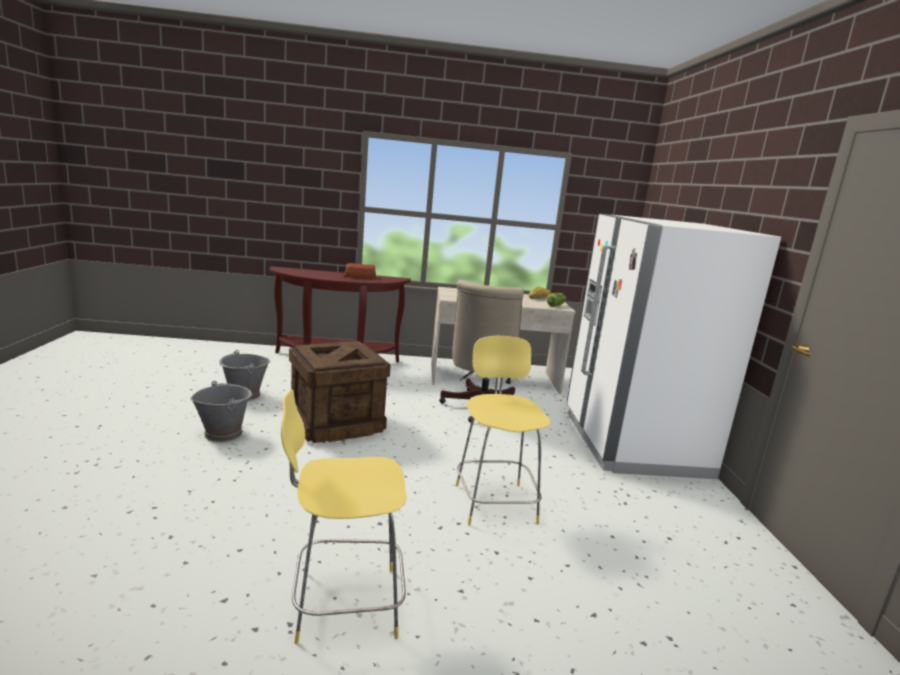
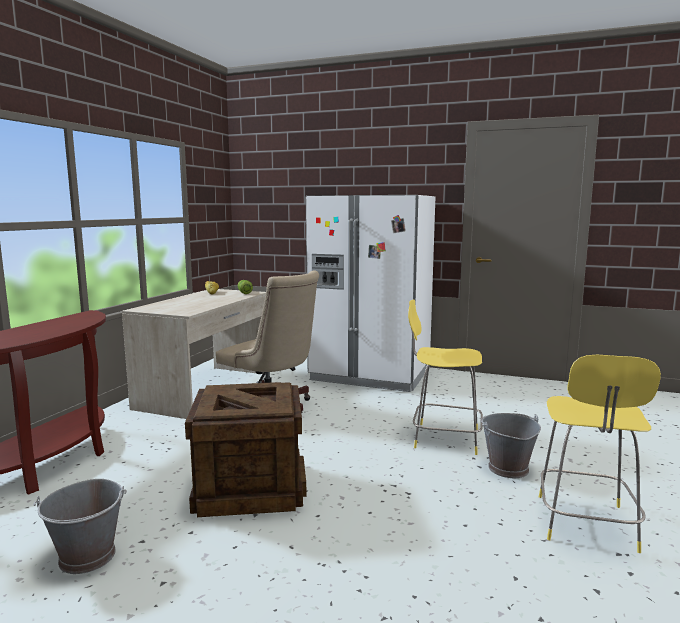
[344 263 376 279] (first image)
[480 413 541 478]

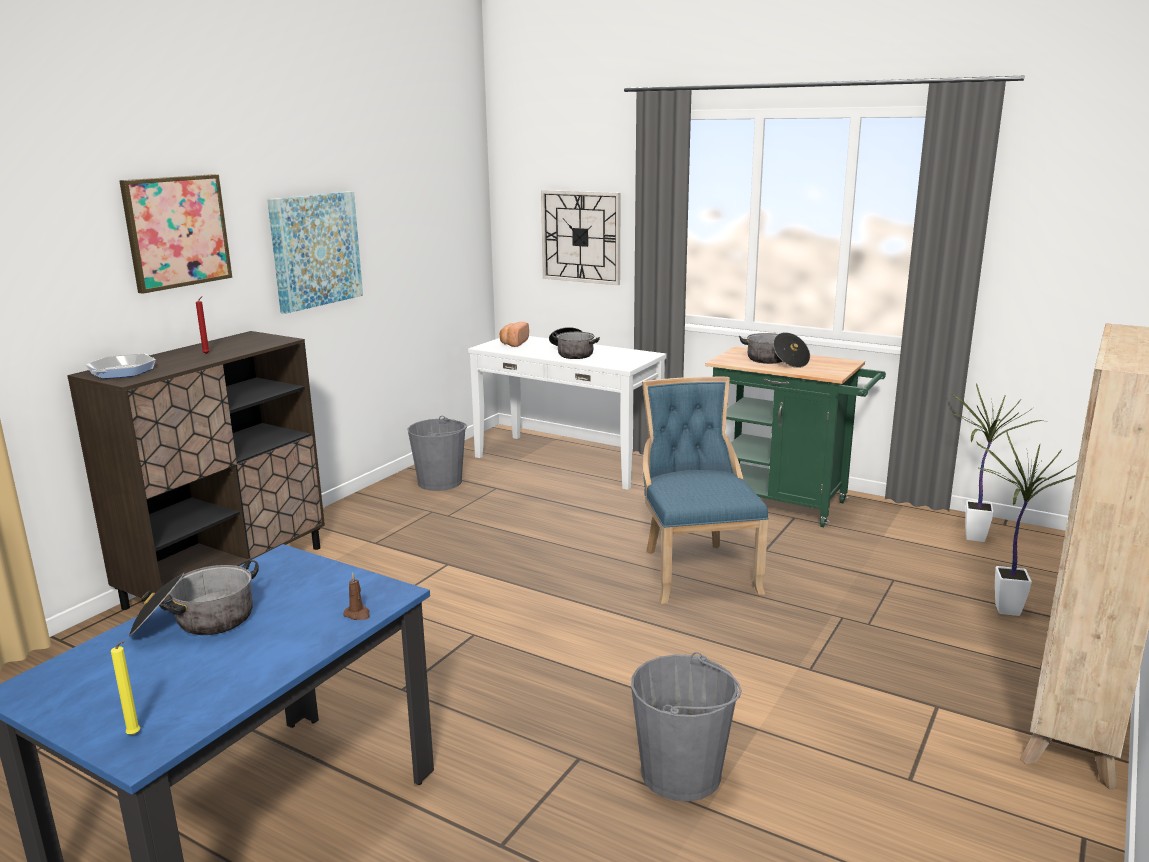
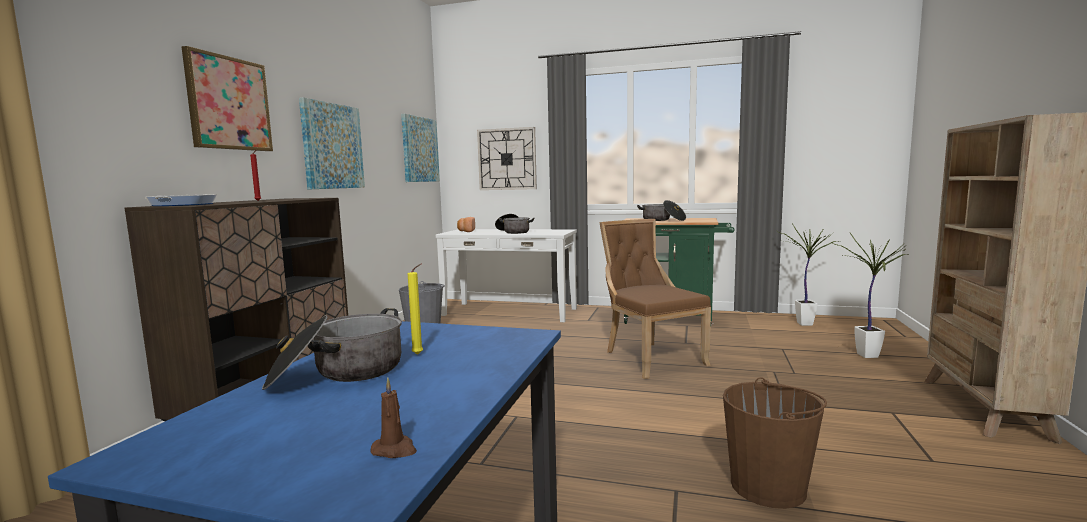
[401 114 440 182]
[408 263 423 355]
[370 378 417 458]
[723 377 827 509]
[600 219 711 379]

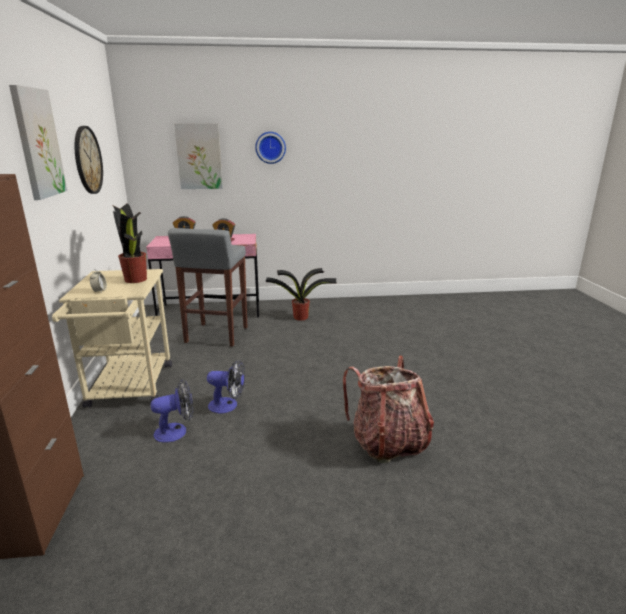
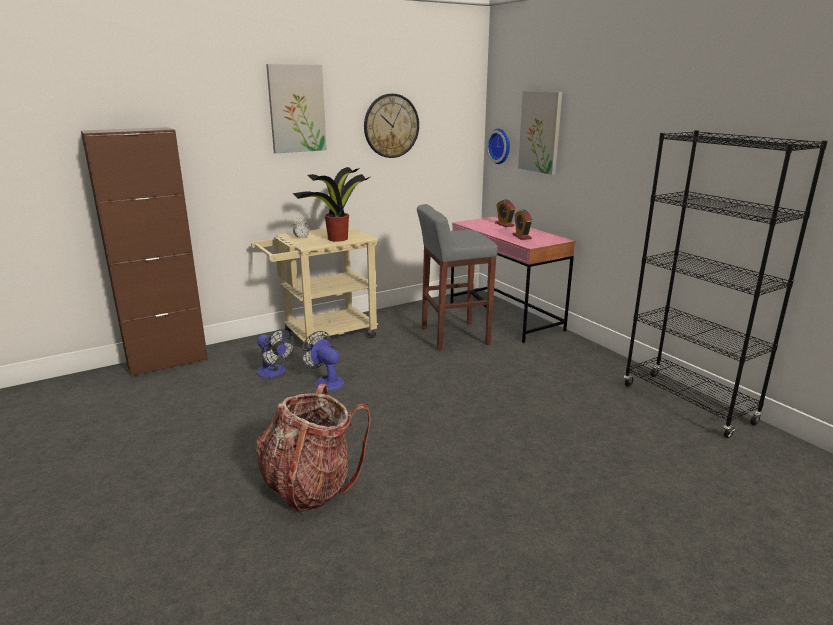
[266 268 337 321] (first image)
[624 130 828 438]
[486 128 510 164]
[301 331 344 391]

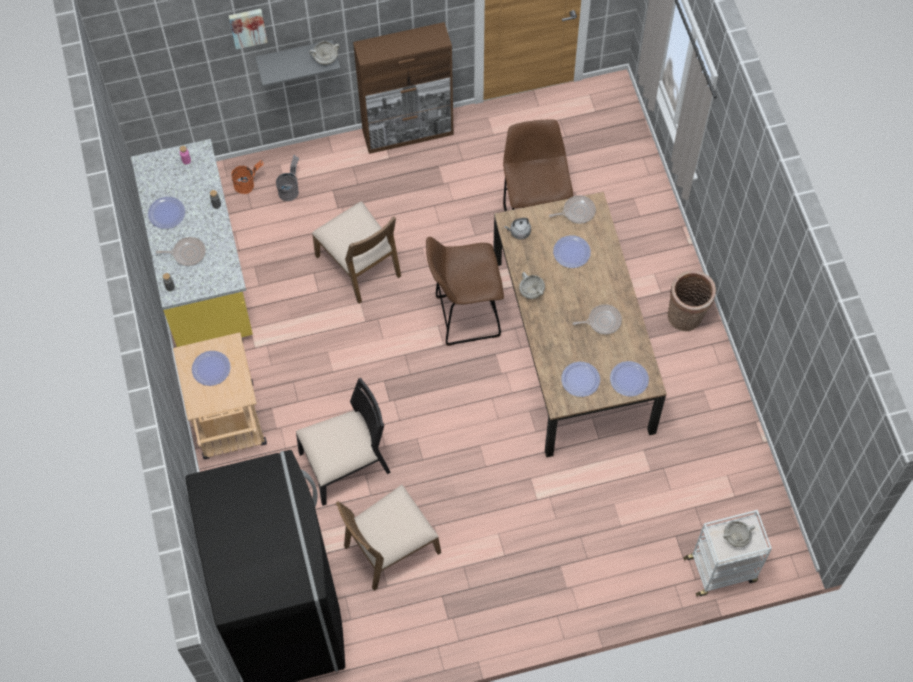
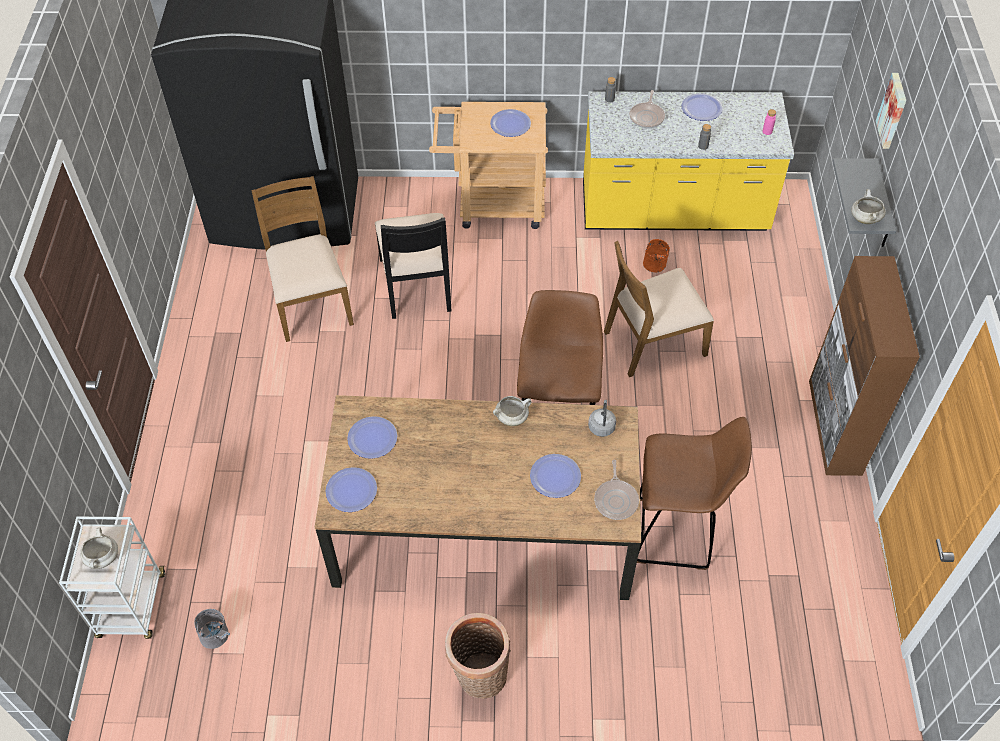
[573 304 622 334] (first image)
[643 239 670 272]
[194 609 230 649]

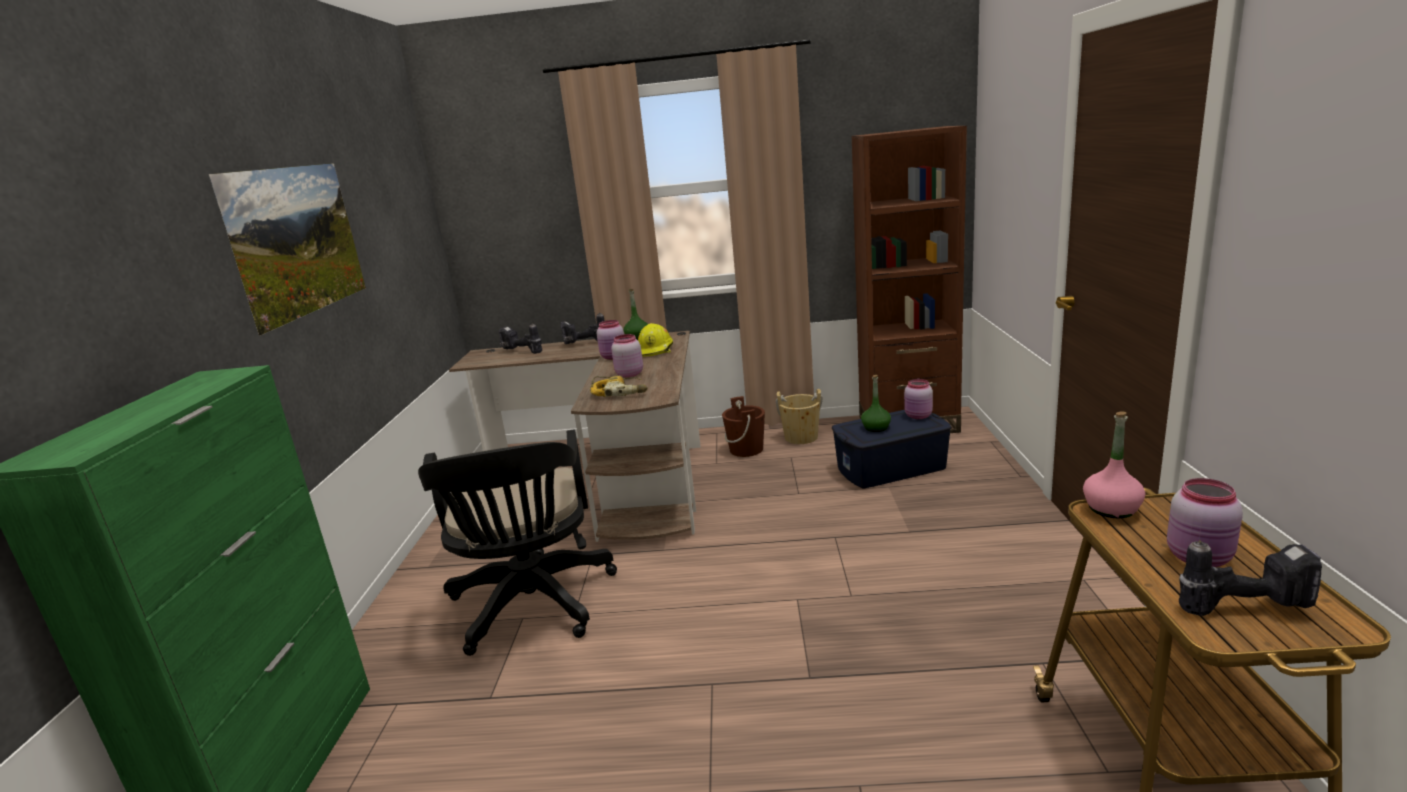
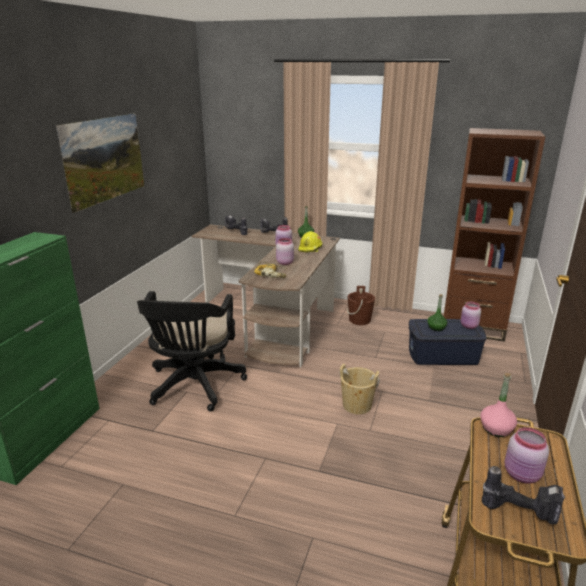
[339 364 380 414]

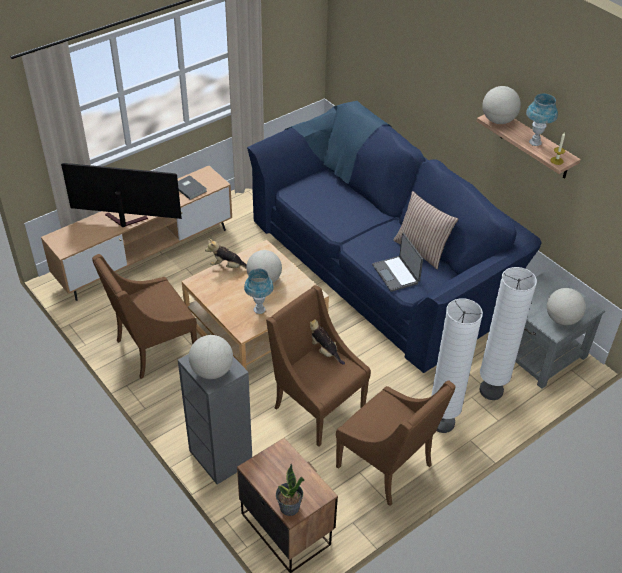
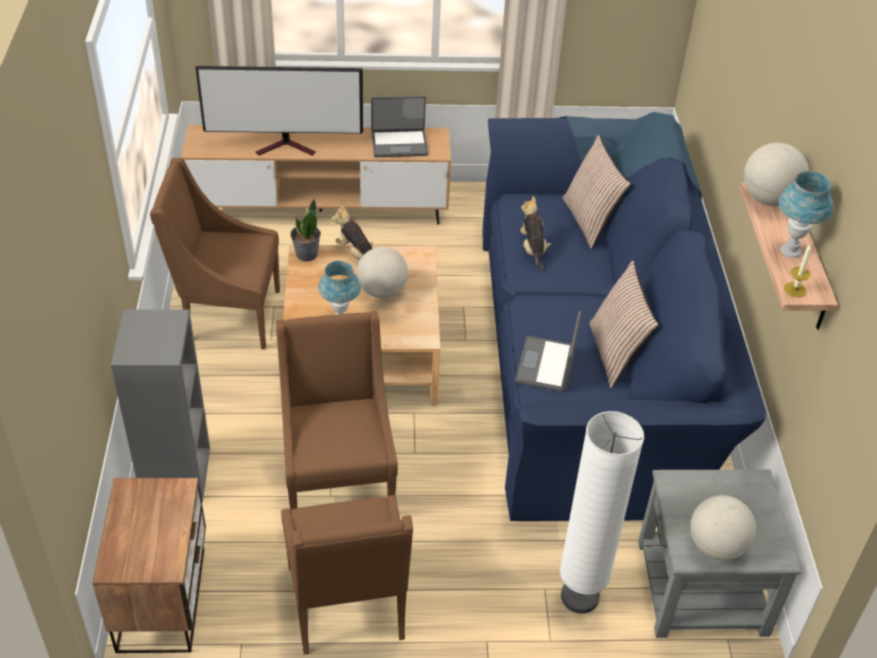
[189 335 233 379] (first image)
[431 298 483 433] (first image)
[562 135 631 249]
[290 198 321 262]
[520 196 551 272]
[371 96 428 157]
[195 66 363 155]

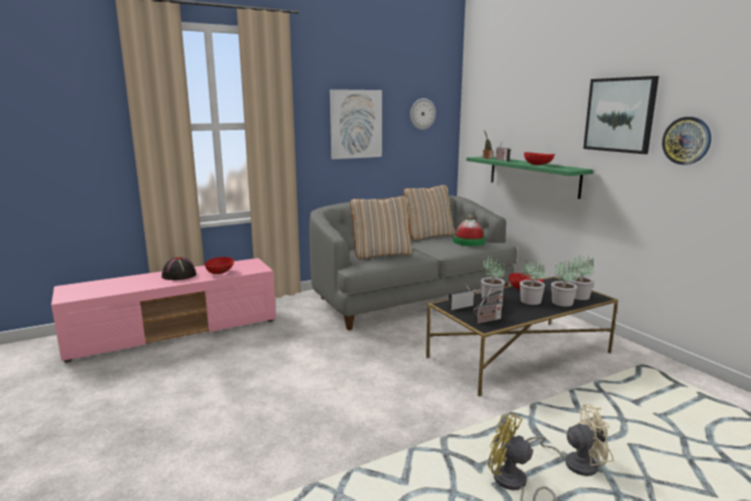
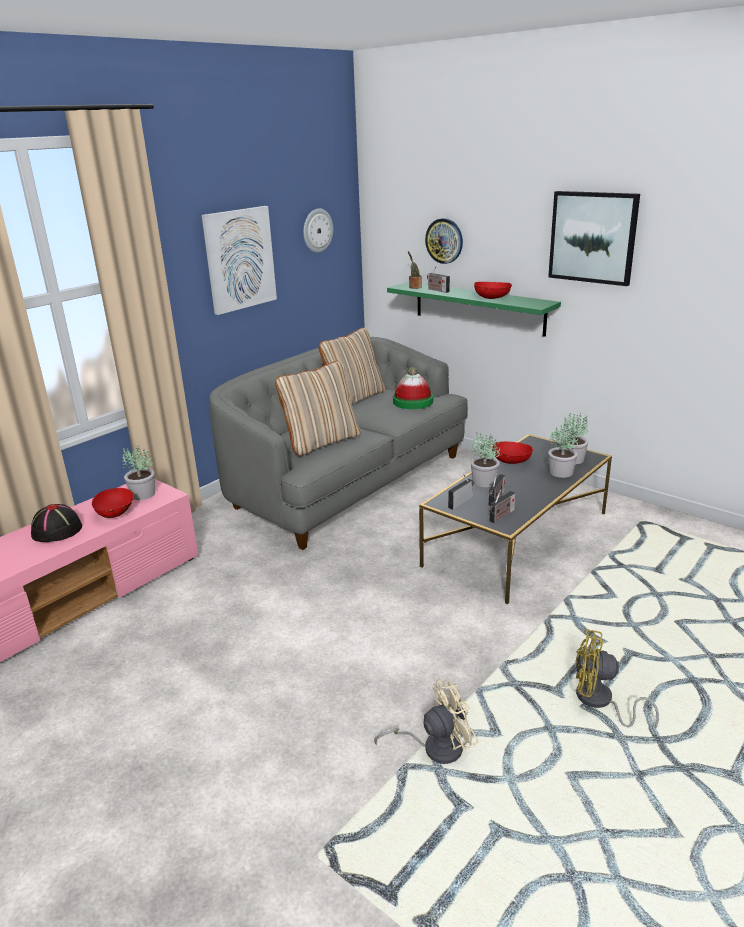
[122 446 155 500]
[374 679 479 764]
[425 218 463 264]

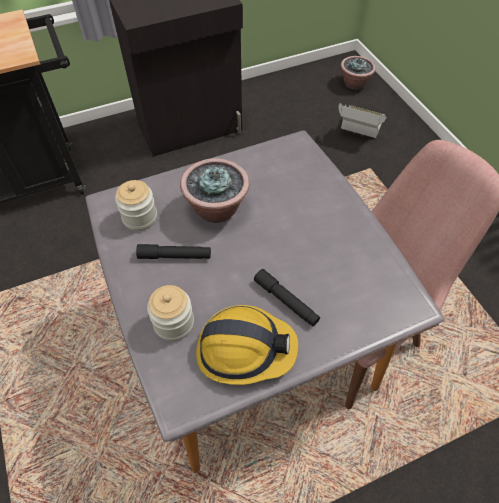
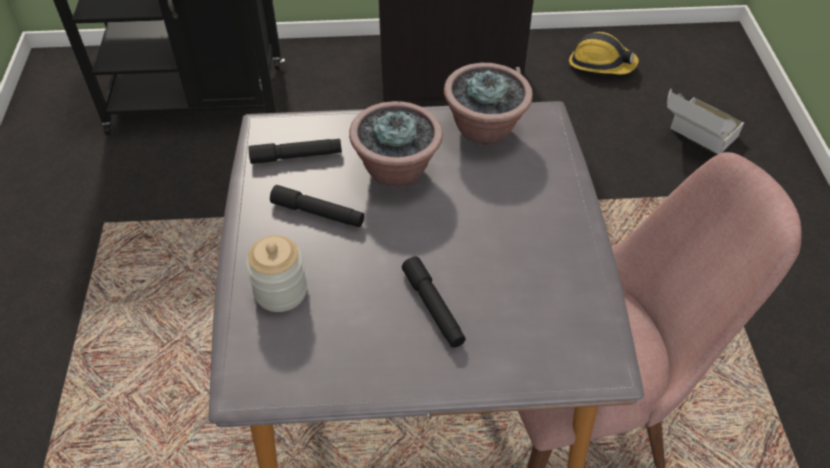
[569 32 639 74]
[444 63 533 146]
[248 139 342 164]

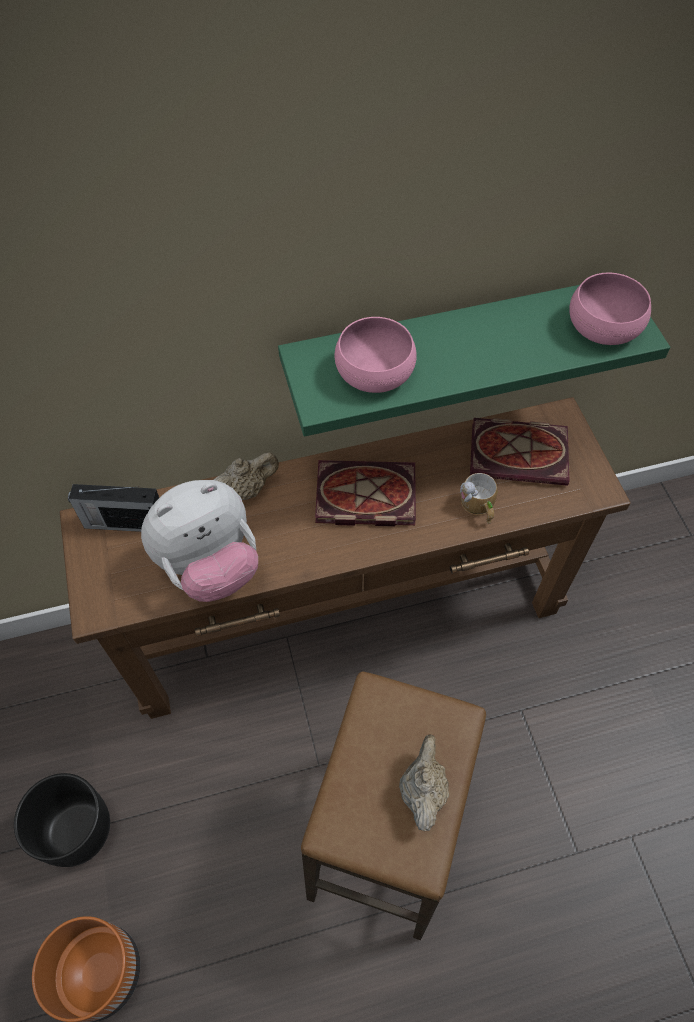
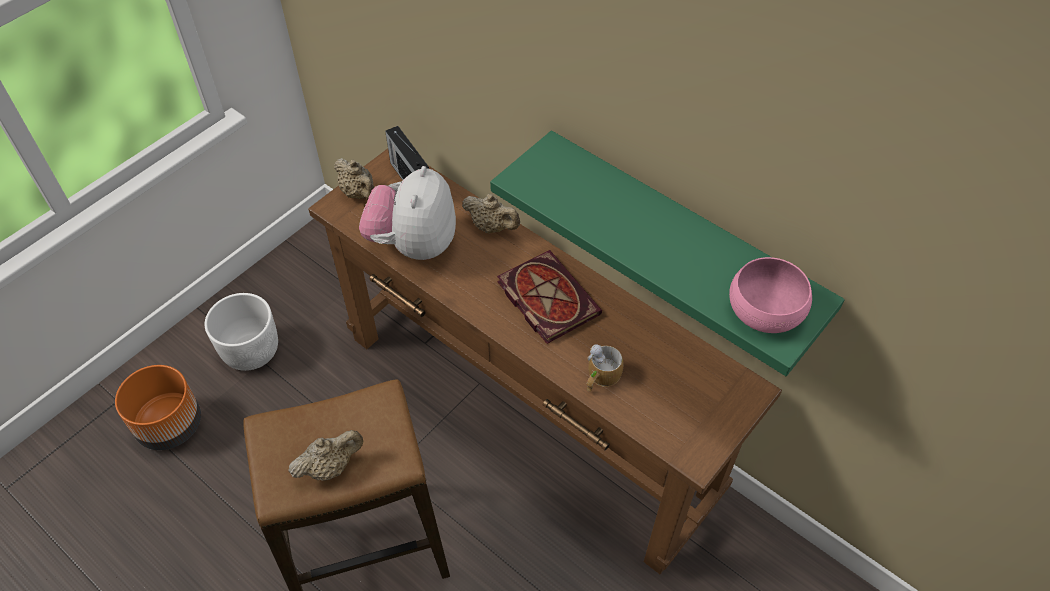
[335 317 417 393] (first image)
[470 418 569 486] (first image)
[334 158 374 199]
[205 293 278 371]
[359 166 456 260]

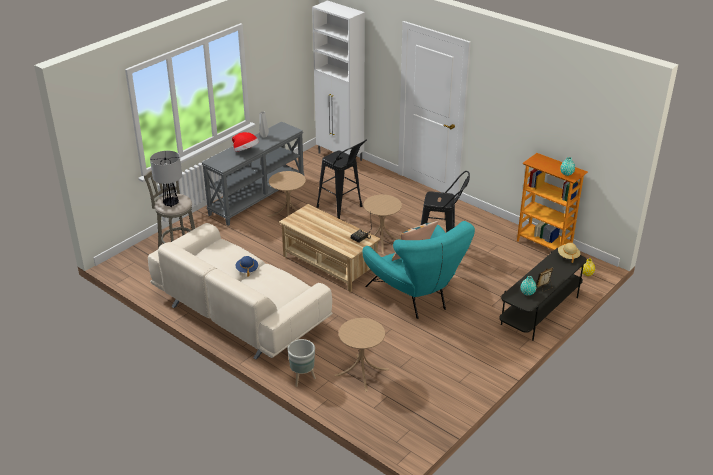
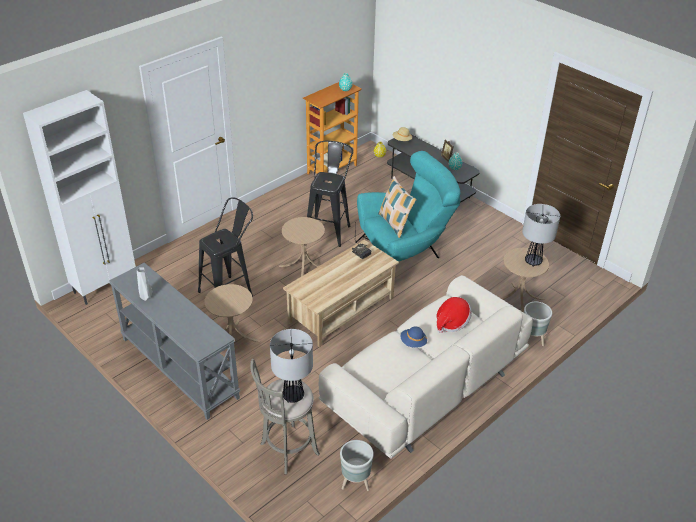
[340 440 374 491]
[522 204 560 267]
[437 297 472 333]

